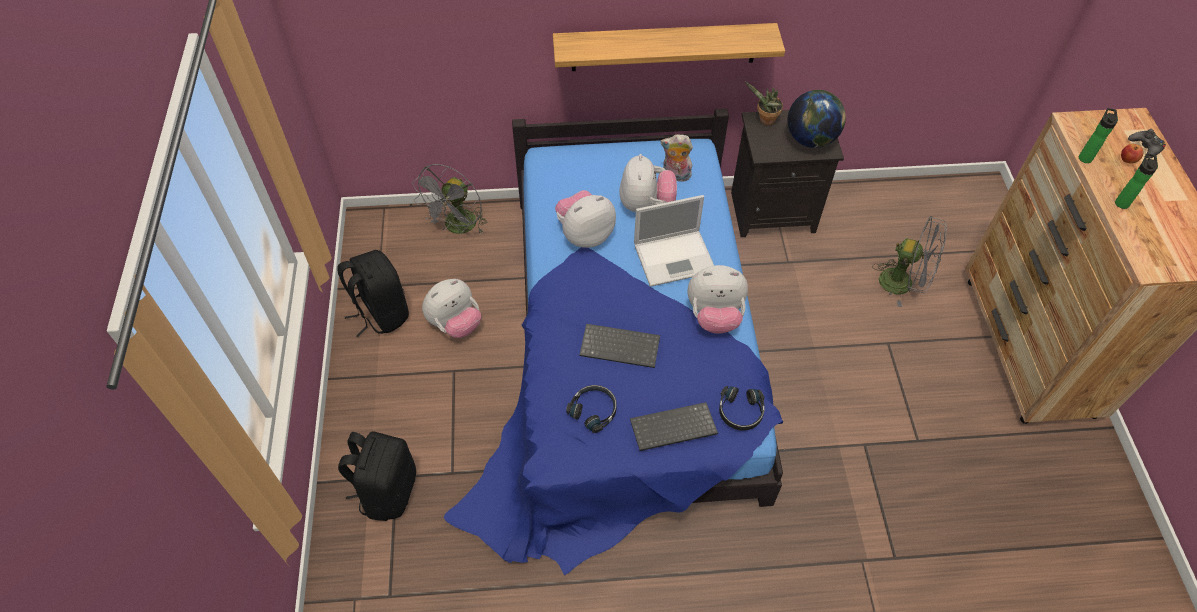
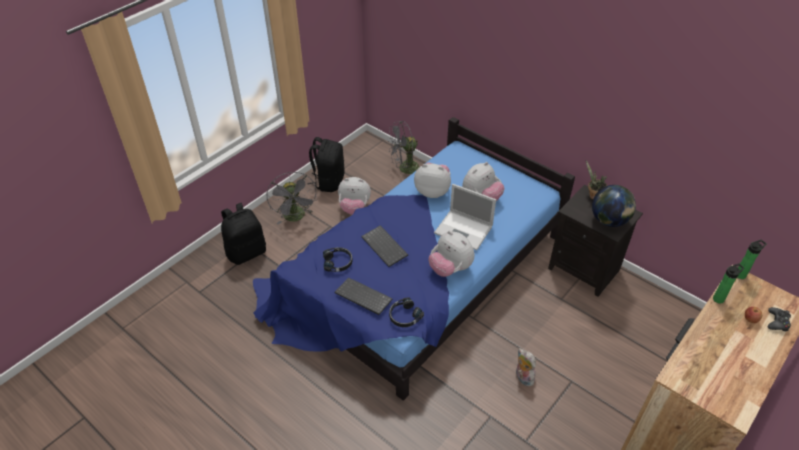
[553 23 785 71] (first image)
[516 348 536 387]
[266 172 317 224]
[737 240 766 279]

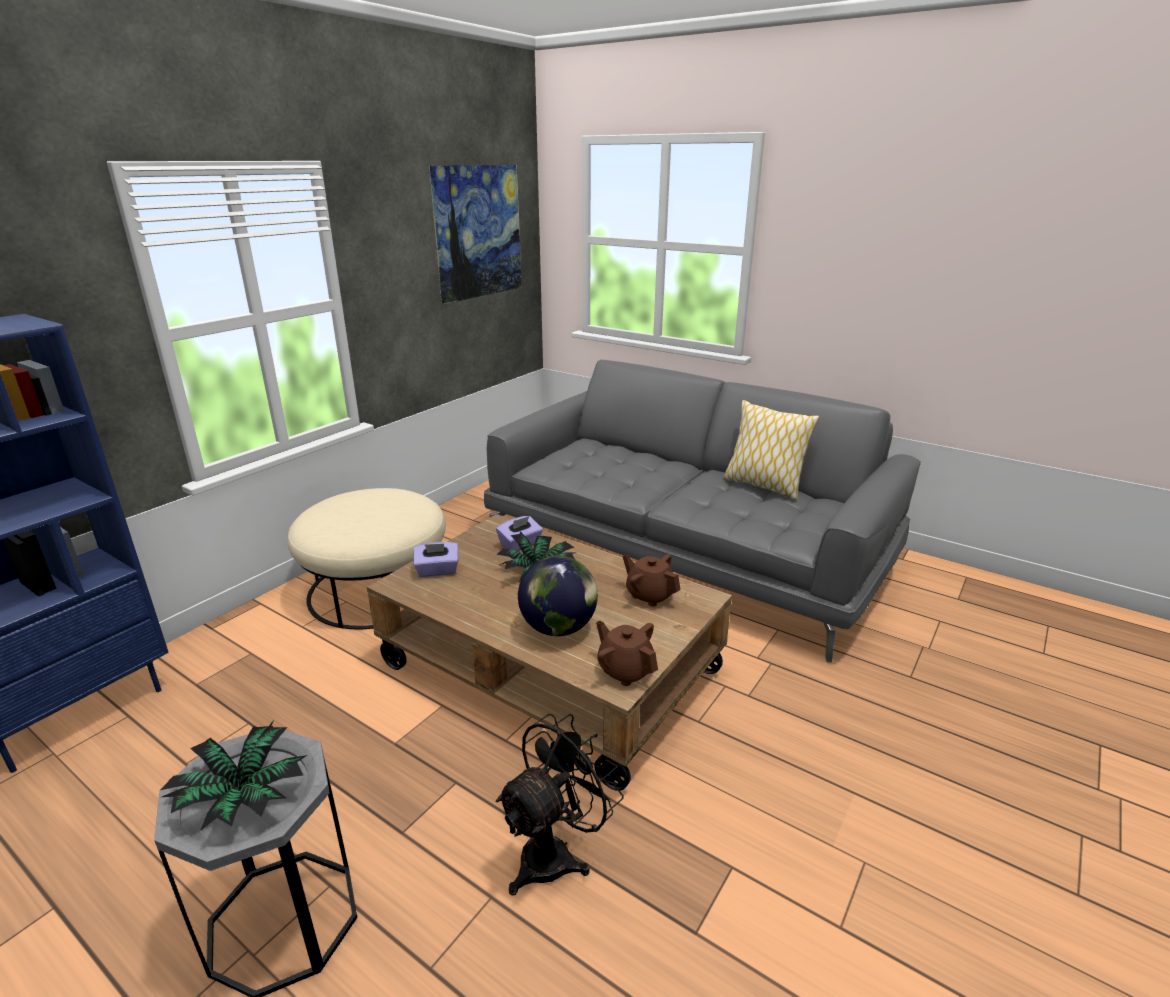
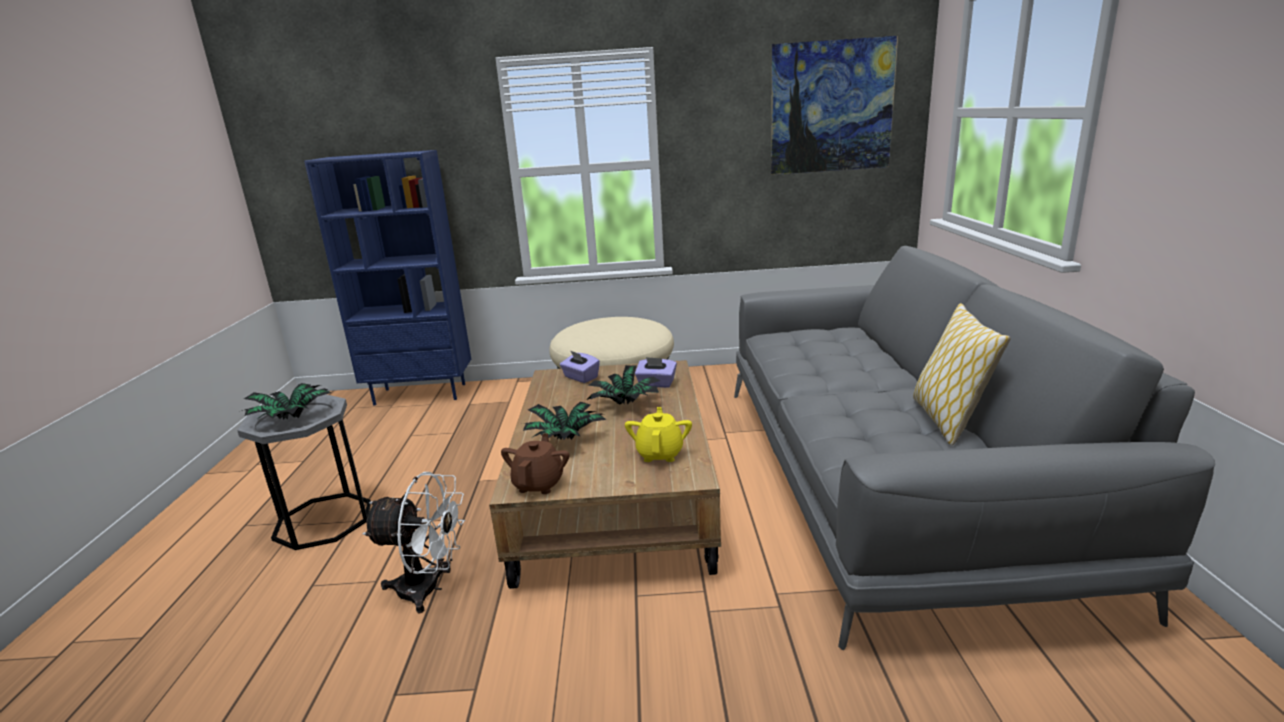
[522 402 606 440]
[362 472 466 613]
[625 407 692 462]

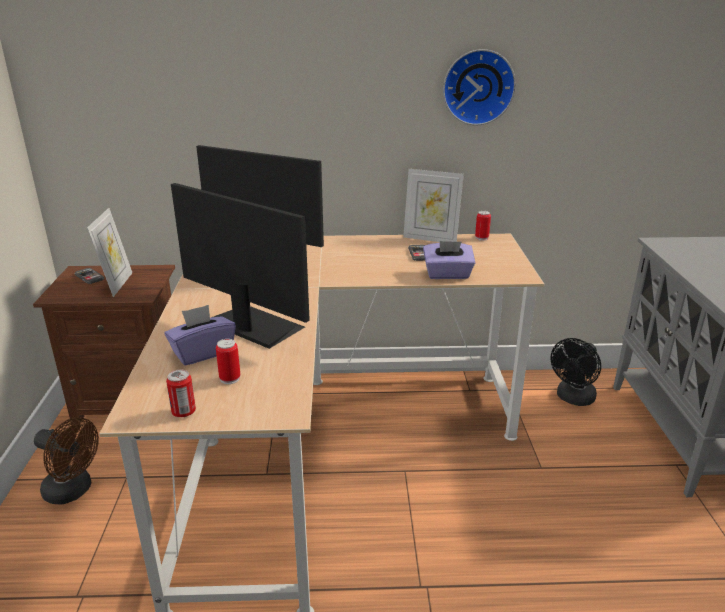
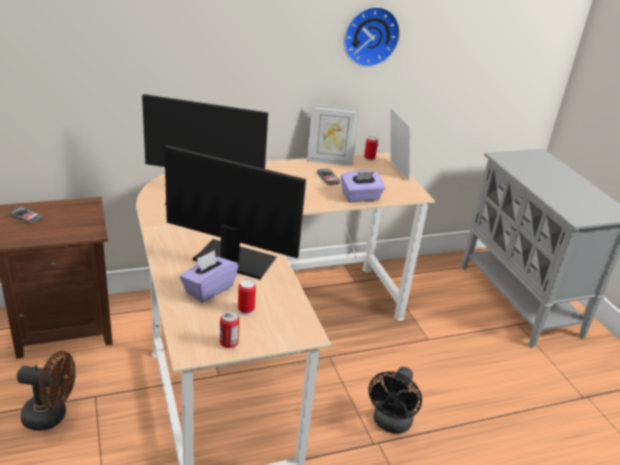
[390 108 410 181]
[368 367 422 434]

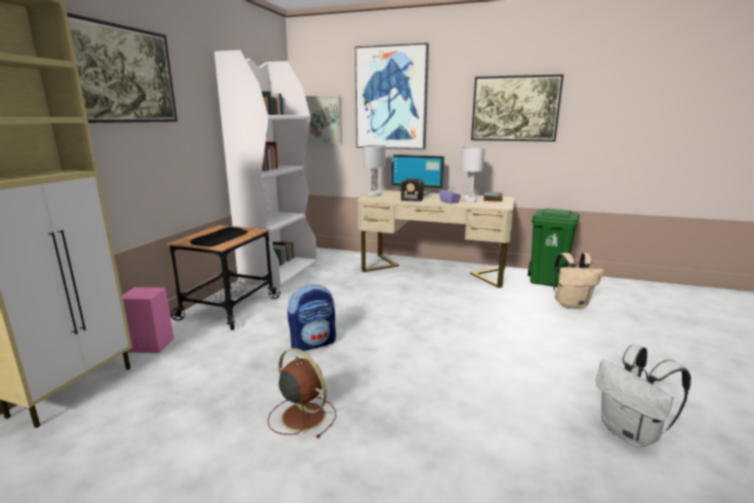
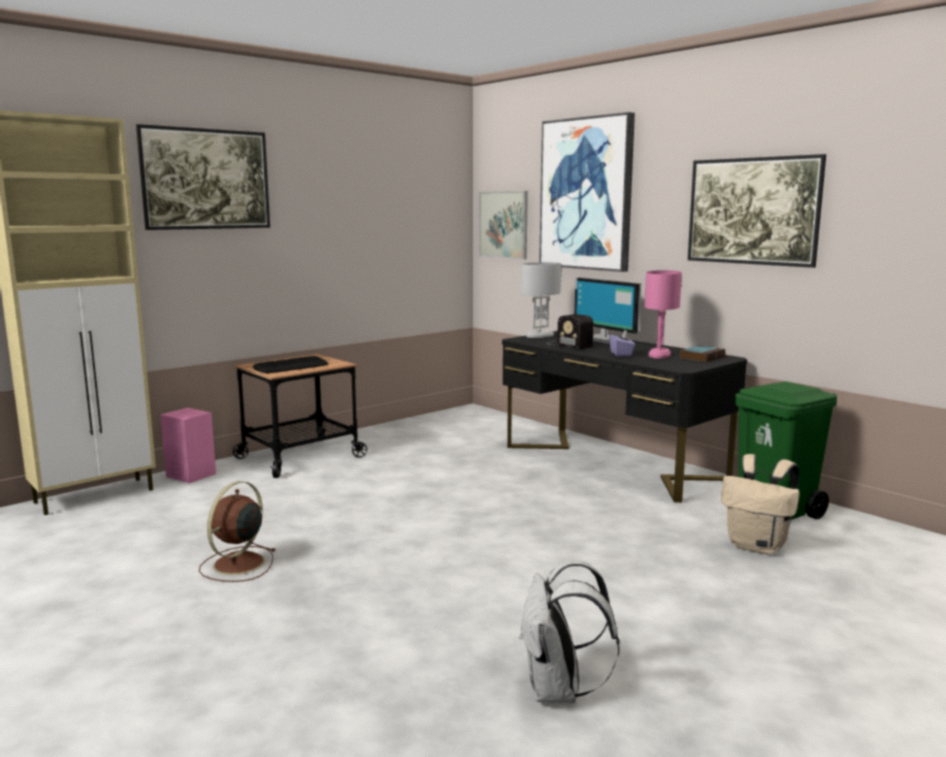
[214 50 317 288] (first image)
[287 284 336 351] (first image)
[502 331 747 503]
[645 270 682 358]
[199 481 275 582]

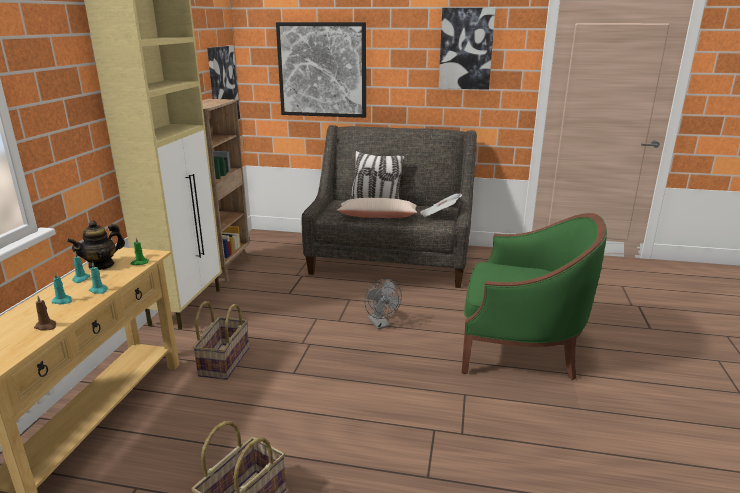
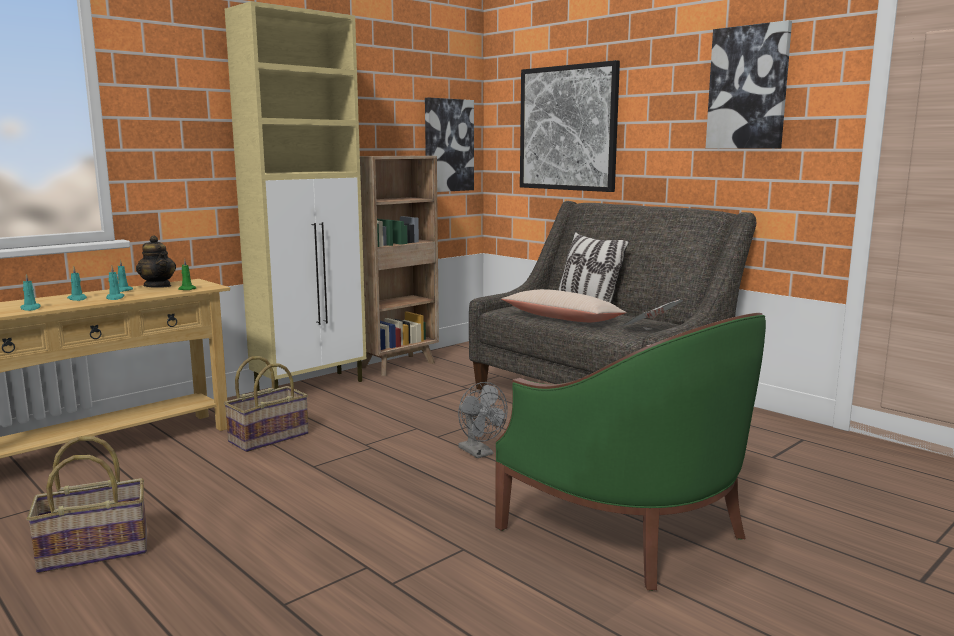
[20 274 41 311]
[136 235 176 288]
[458 382 507 458]

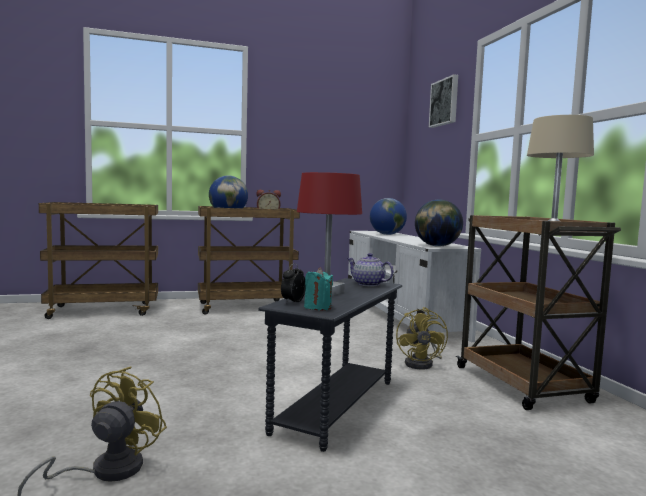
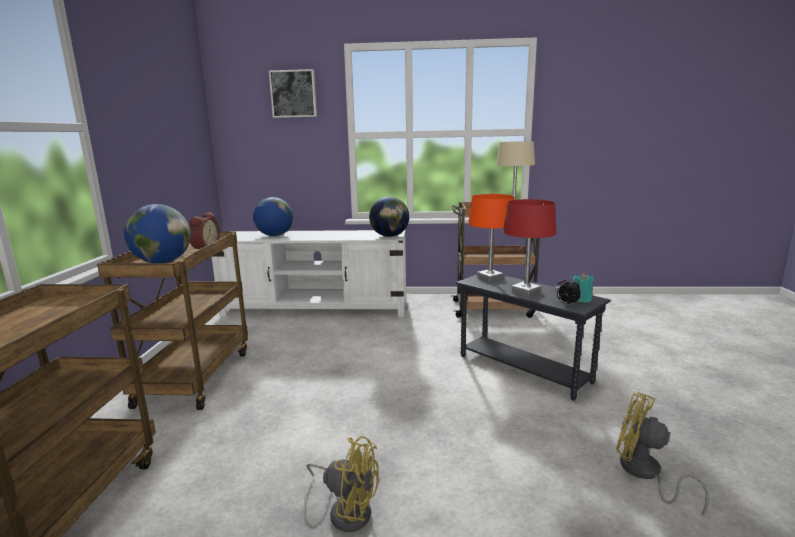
[307 436 379 532]
[468 194 514 283]

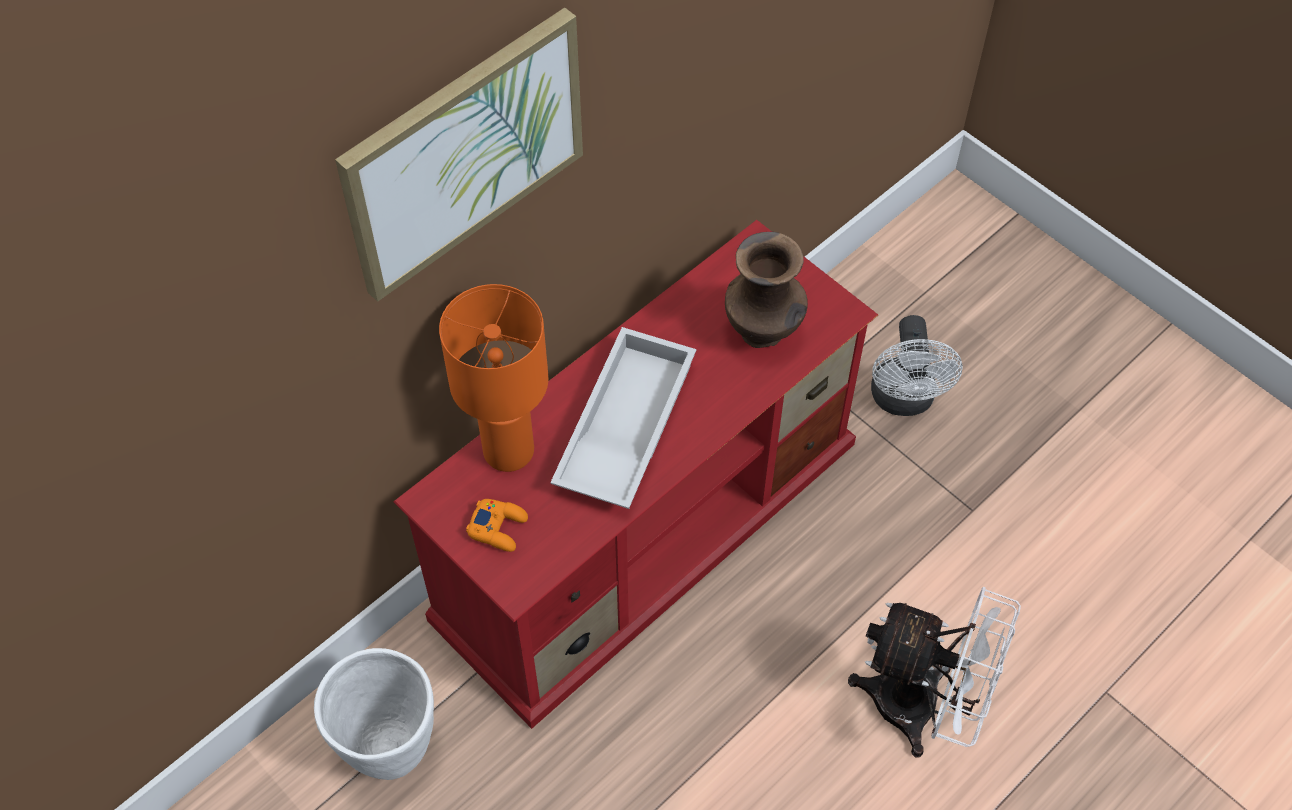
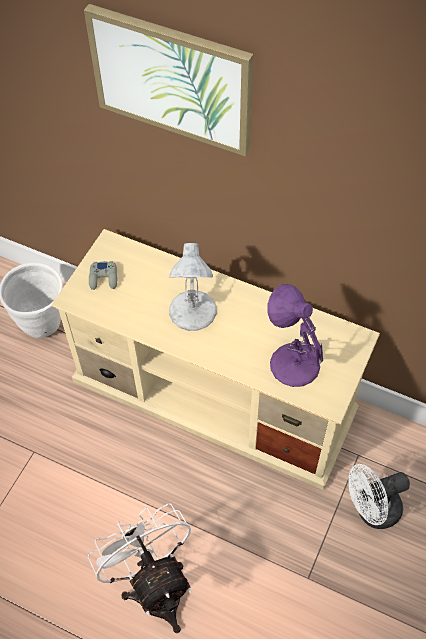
[439 284 549 472] (first image)
[169 243 217 331]
[267 284 323 387]
[51 229 380 490]
[89 261 117 290]
[88 503 191 633]

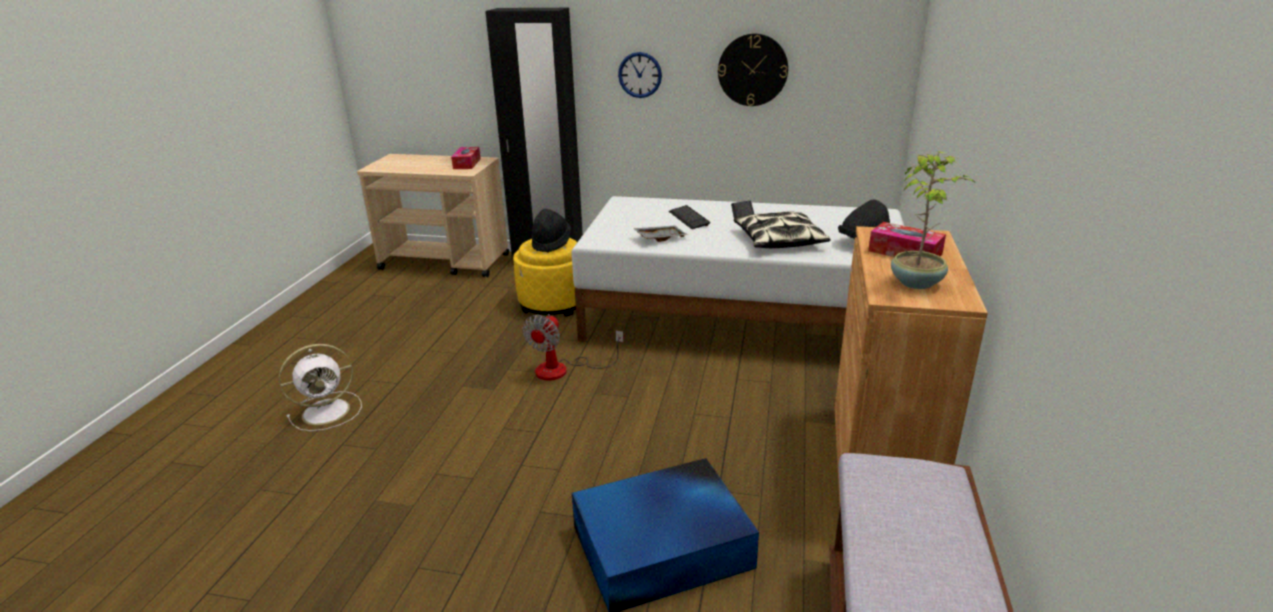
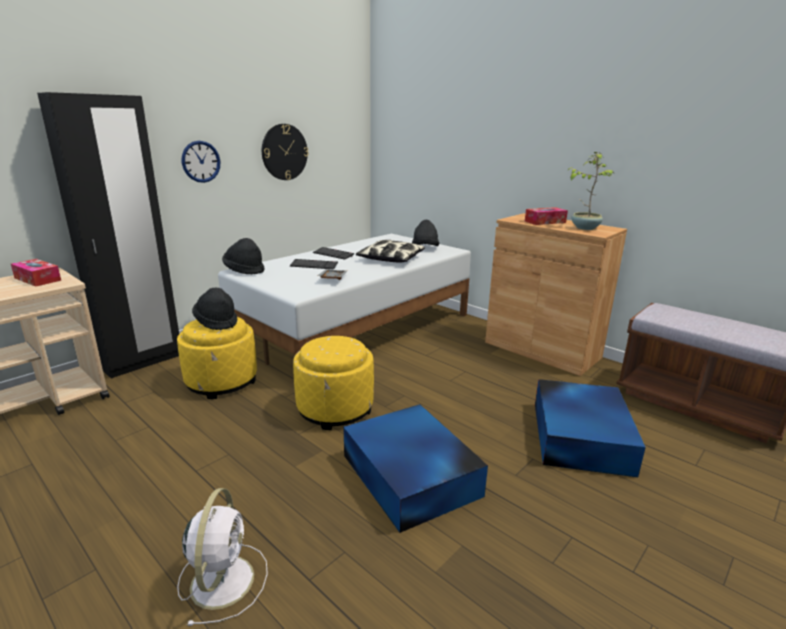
[222 238 265 275]
[344 404 488 533]
[293 336 374 430]

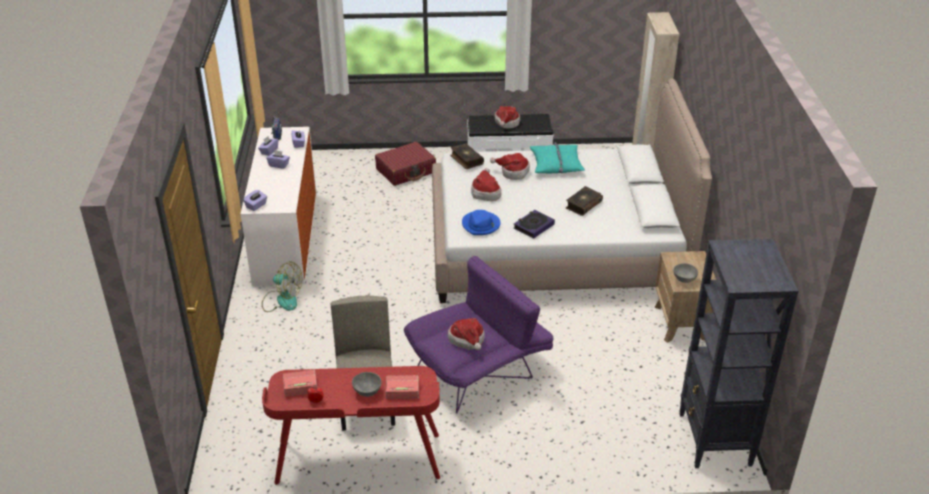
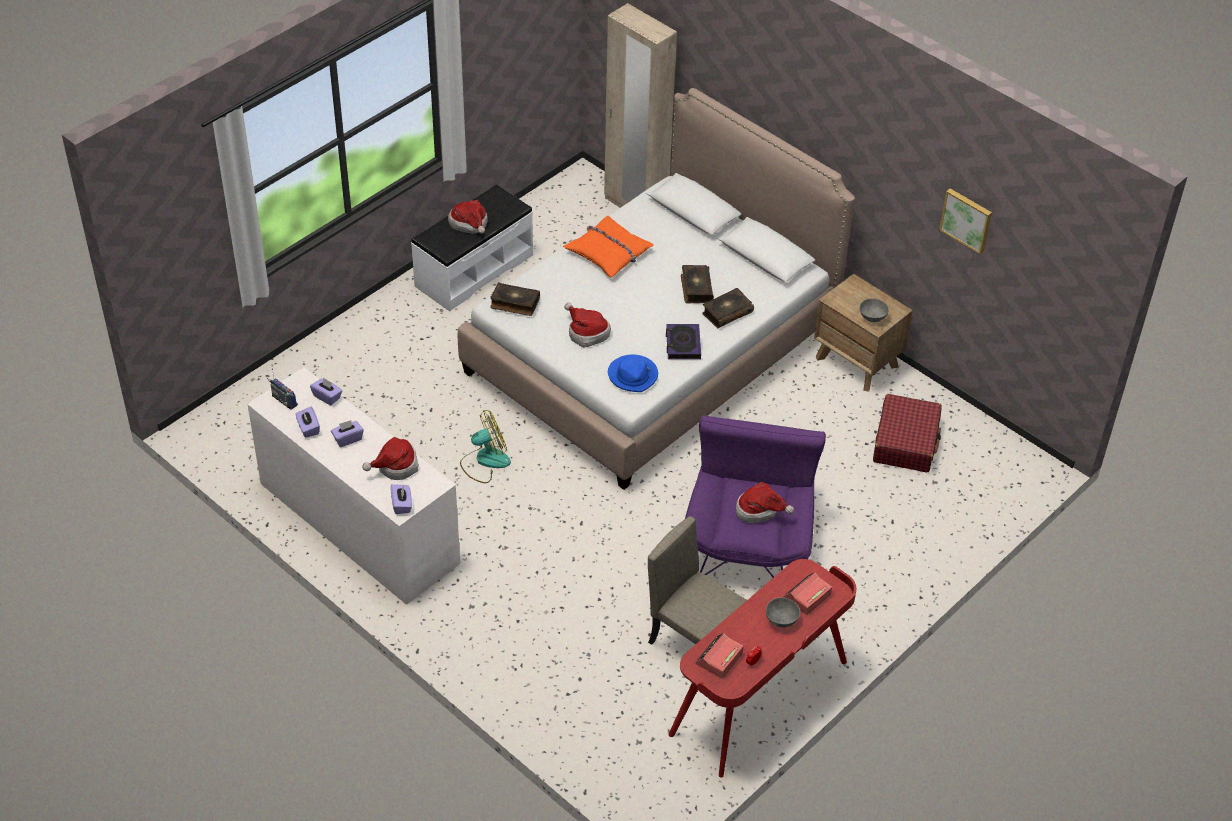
[679 239 798 468] (first image)
[702 288 754 328]
[939 189 992 254]
[460 410 511 483]
[873 394 942 473]
[362 437 419 480]
[563 216 654 278]

